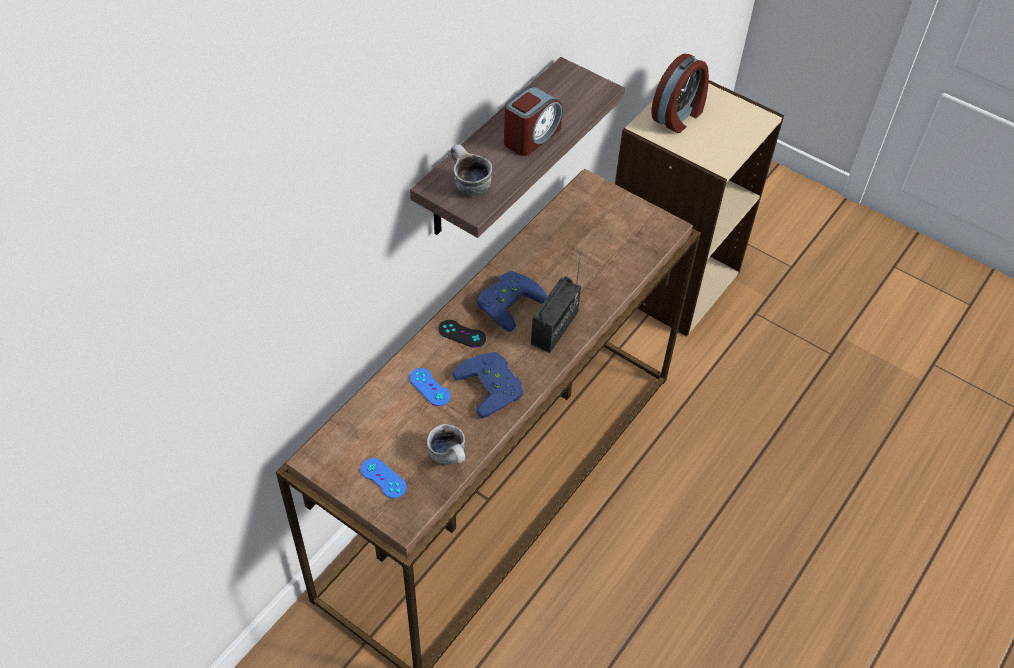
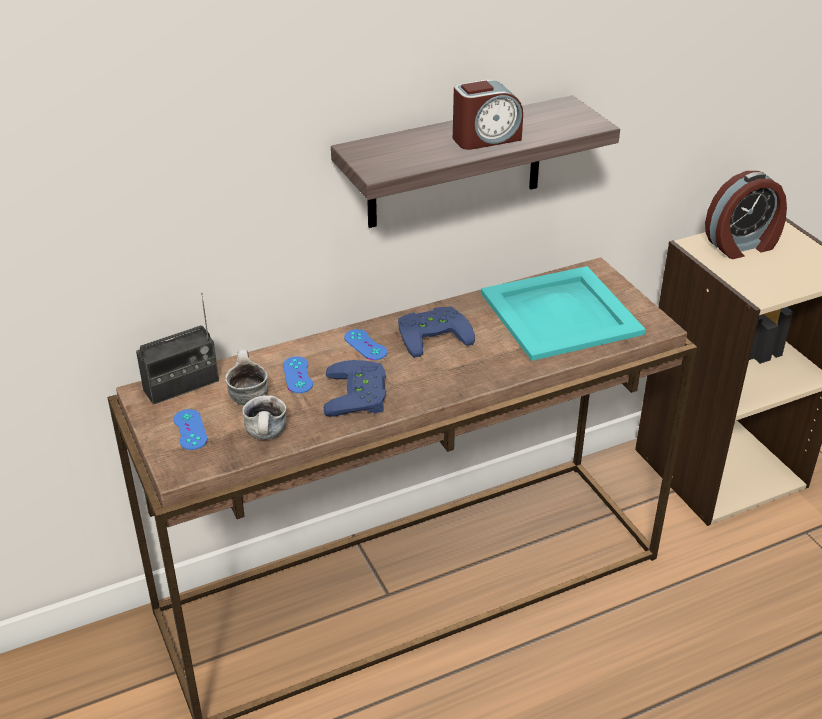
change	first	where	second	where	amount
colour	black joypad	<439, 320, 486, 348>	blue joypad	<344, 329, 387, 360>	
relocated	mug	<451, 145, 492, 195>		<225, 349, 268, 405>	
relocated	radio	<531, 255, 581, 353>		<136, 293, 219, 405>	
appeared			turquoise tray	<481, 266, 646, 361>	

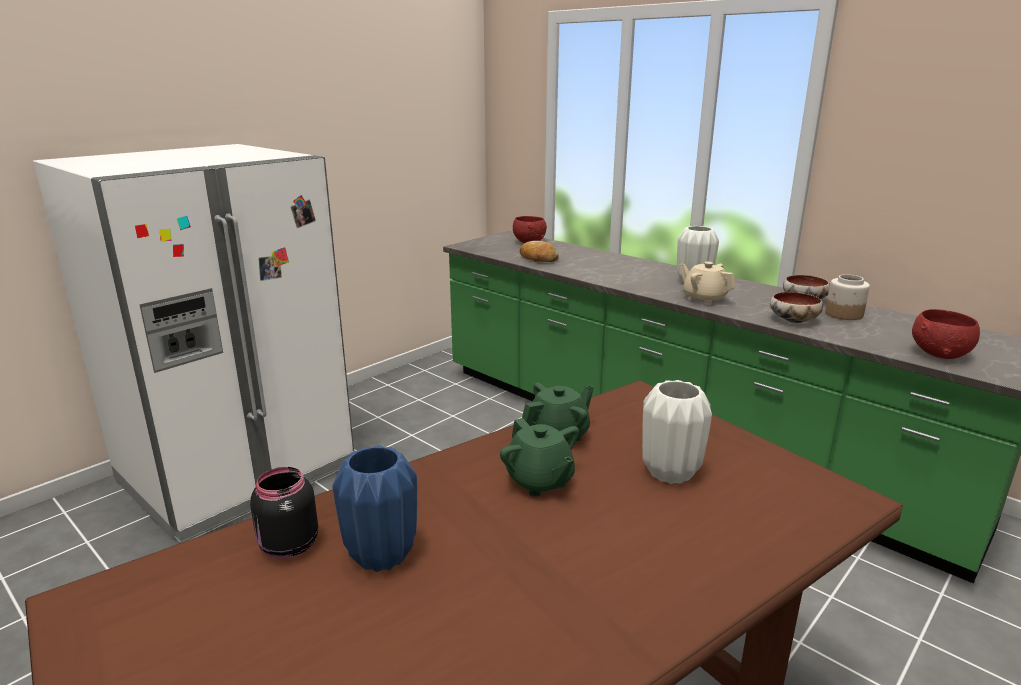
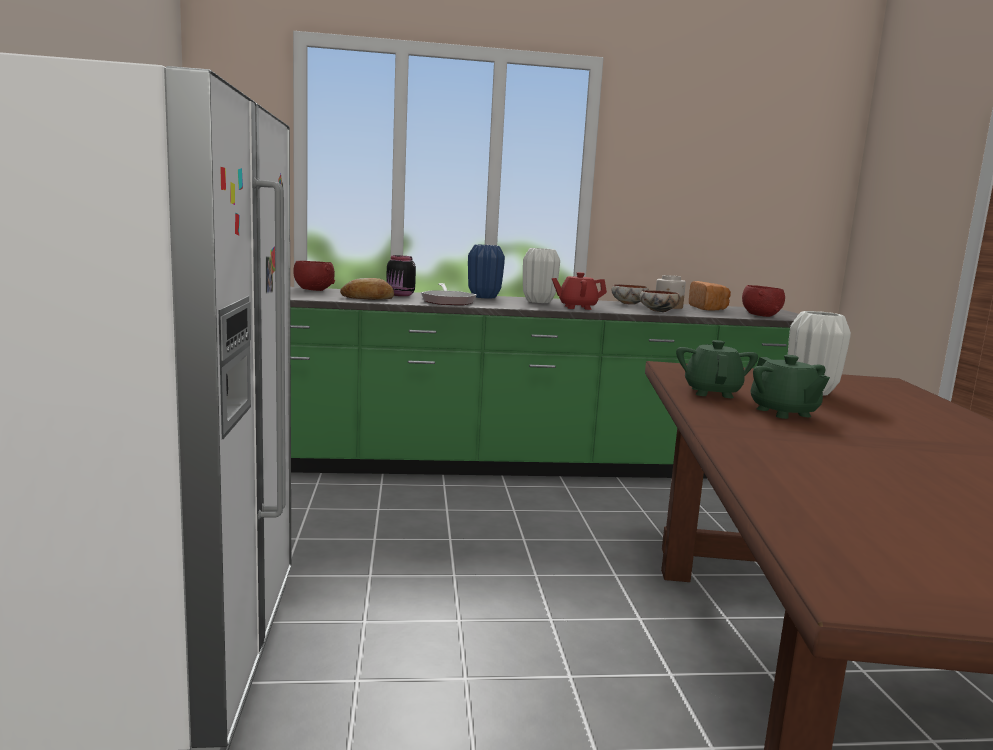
change	first	where	second	where	amount
relocated	black preserve jar	<250, 467, 318, 559>		<386, 255, 416, 296>	
relocated	blue vase	<333, 445, 417, 572>		<468, 244, 505, 299>	
spun	green-coloured teapot	<500, 418, 579, 497>		<751, 355, 830, 419>	60 degrees clockwise
colour	beige-coloured teapot	<679, 261, 736, 305>	reddish teapot	<552, 272, 607, 310>	
appeared			frying pan	<421, 283, 477, 305>	
appeared			bakery bread	<689, 281, 731, 311>	

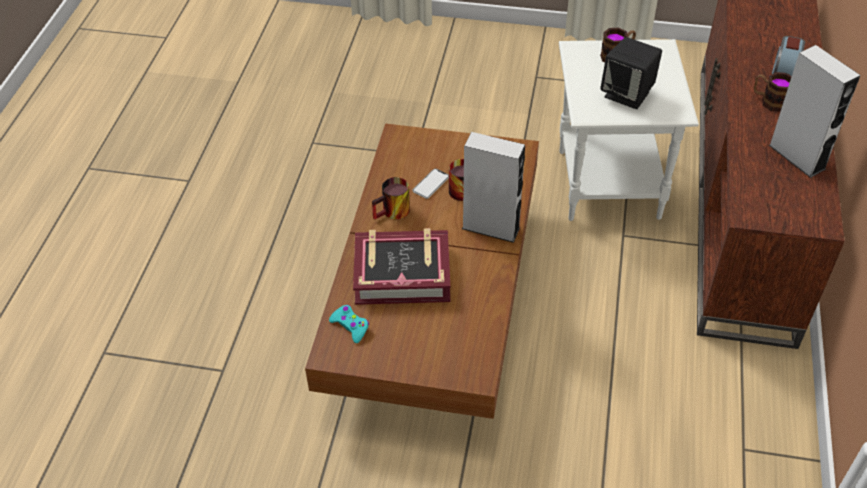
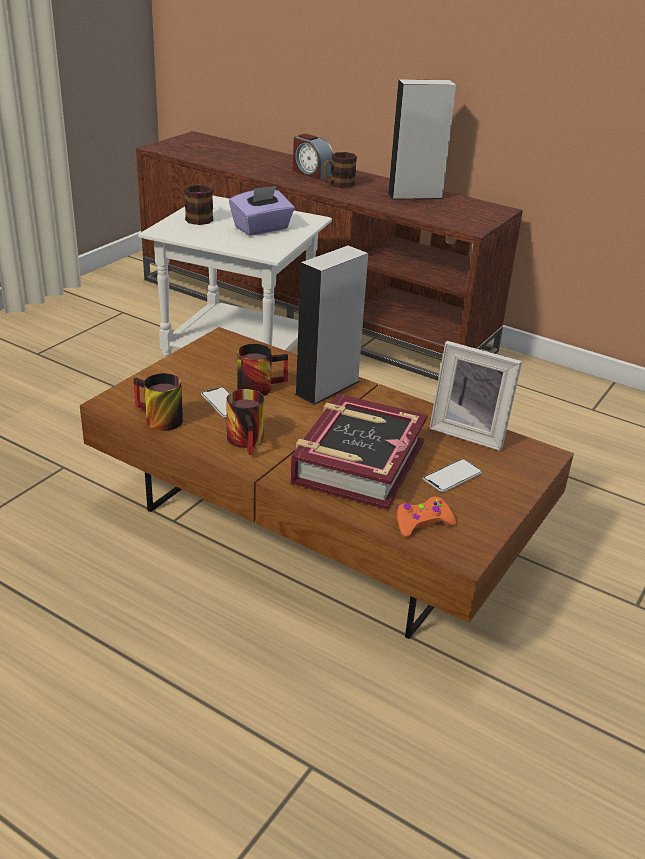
change	first	where	second	where	amount
colour	turquoise joypad	<329, 305, 369, 343>	orange joypad	<397, 497, 456, 537>	
exchanged	black loudspeaker	<600, 37, 662, 109>	purplish tissue box	<229, 186, 295, 236>	
appeared			mug	<134, 373, 183, 431>	
appeared			telephone	<423, 459, 482, 492>	
appeared			picture frame	<429, 341, 522, 451>	

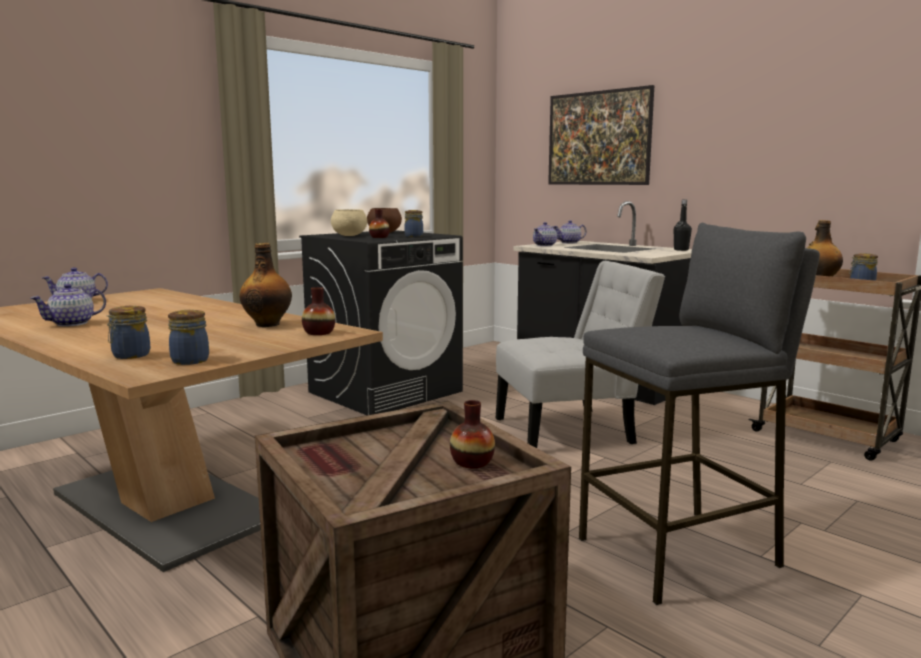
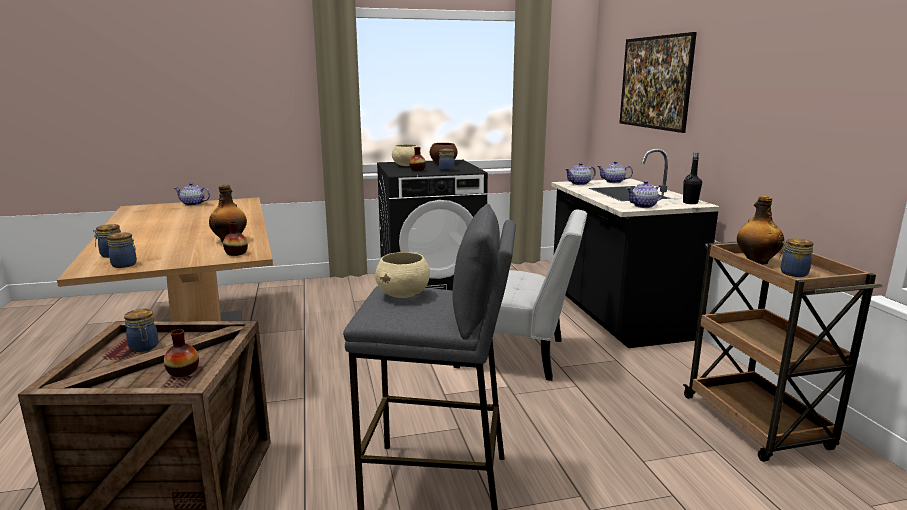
change	first	where	second	where	amount
relocated	teapot	<30, 284, 106, 327>		<626, 181, 664, 208>	
appeared			preserve jar	<124, 309, 158, 352>	
appeared			beige-coloured serving bowl	<375, 252, 430, 298>	

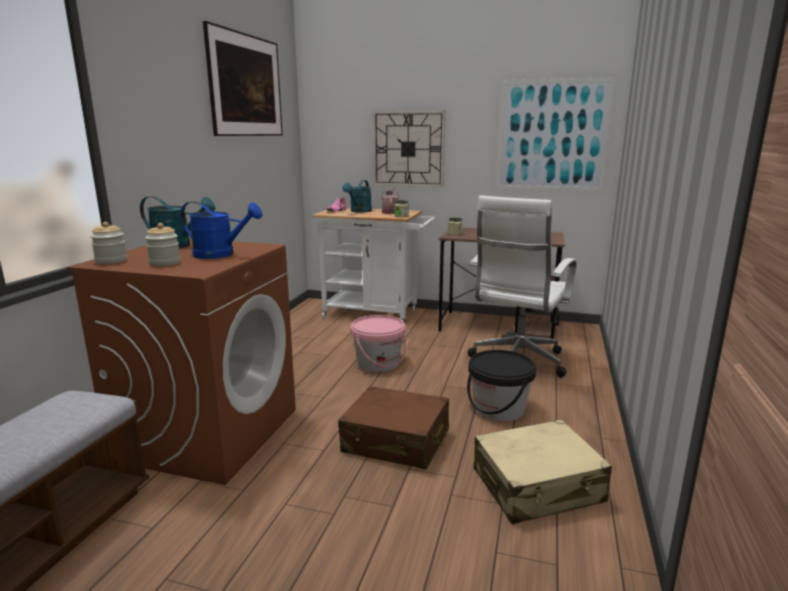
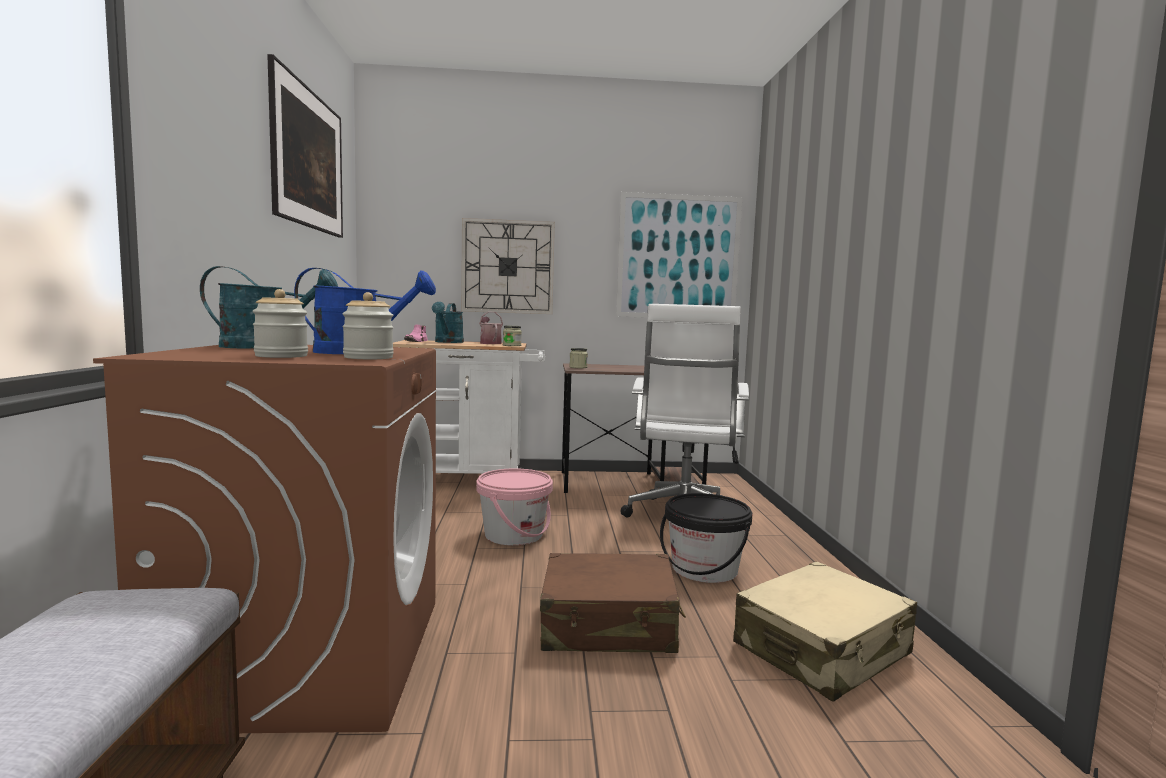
change	first	where	second	where	amount
relocated	preserve jar	<90, 222, 127, 264>		<342, 292, 394, 359>	

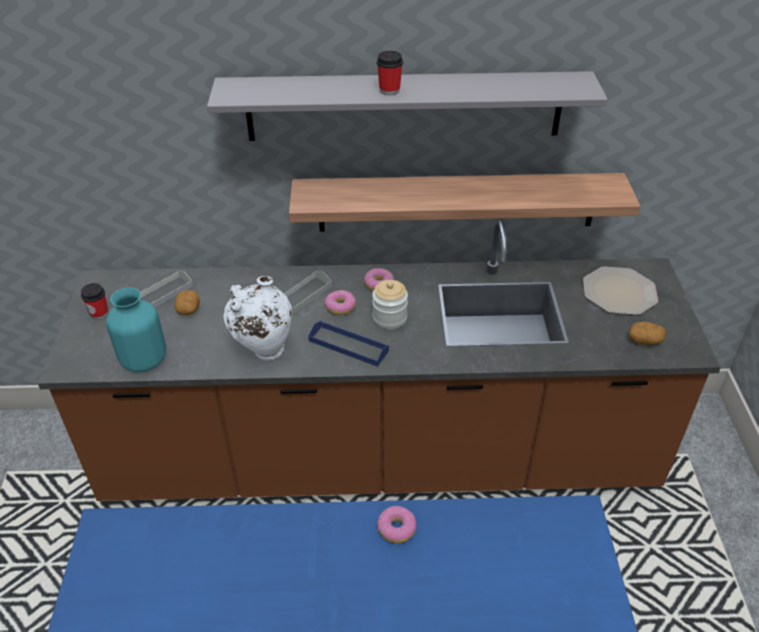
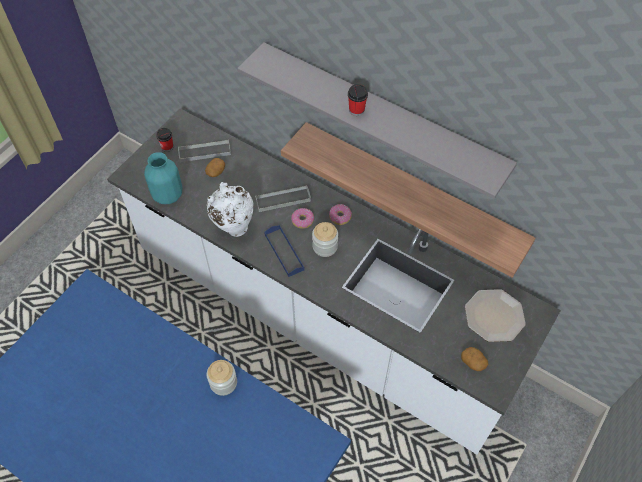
change	first	where	second	where	amount
colour	brownish counter	<38, 220, 721, 501>	whitish counter	<107, 109, 561, 454>	
exchanged	donut	<377, 506, 417, 544>	preserve jar	<207, 360, 237, 396>	

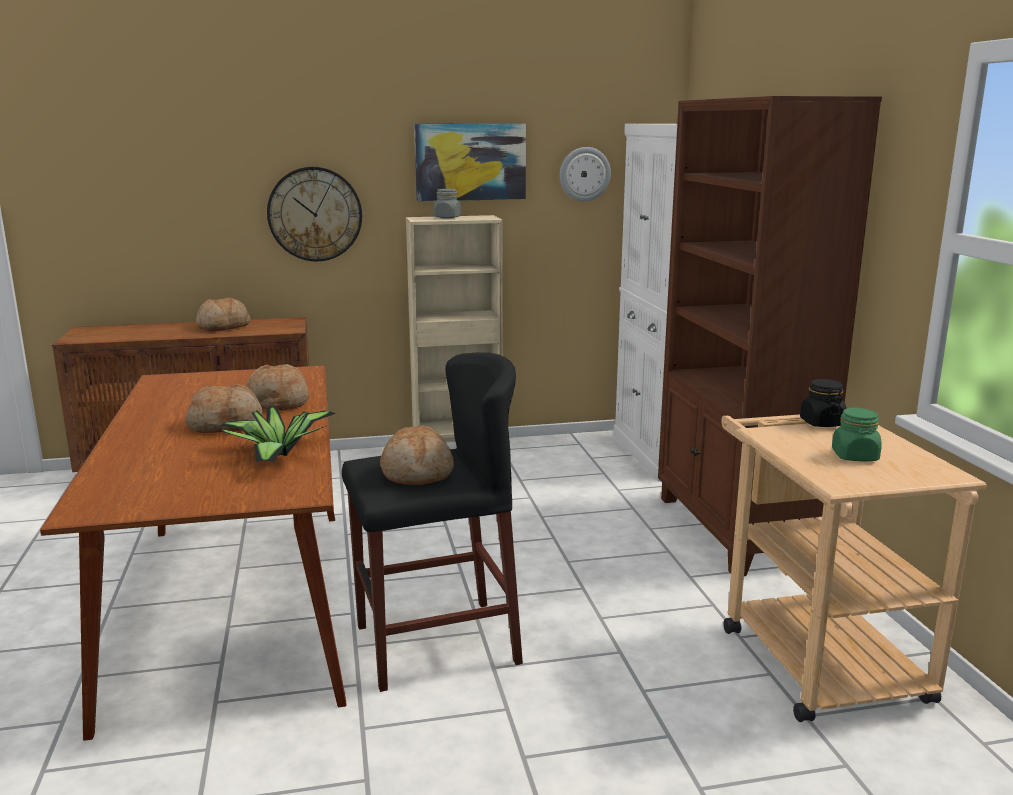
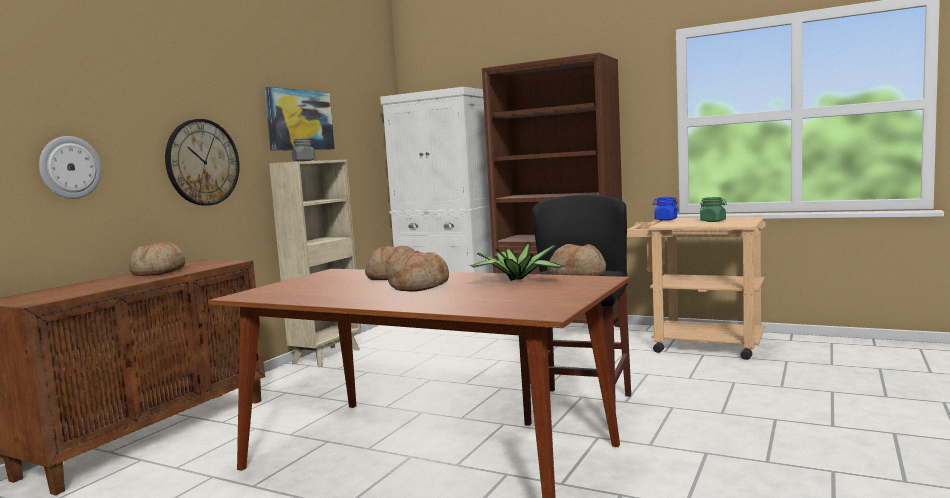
change	first	where	second	where	amount
relocated	hanging clock	<560, 147, 611, 201>		<39, 136, 102, 199>	
colour	black preserve jar	<800, 379, 847, 427>	blue preserve jar	<652, 197, 679, 221>	

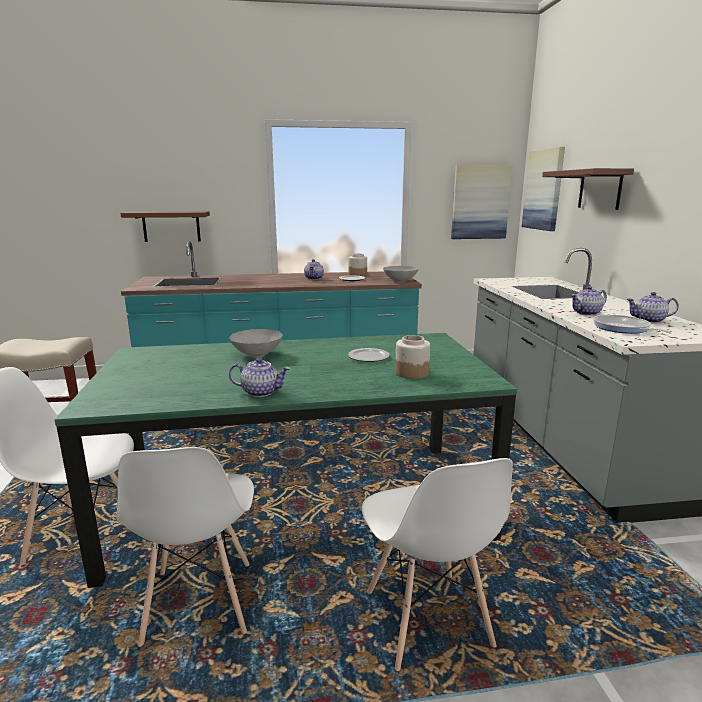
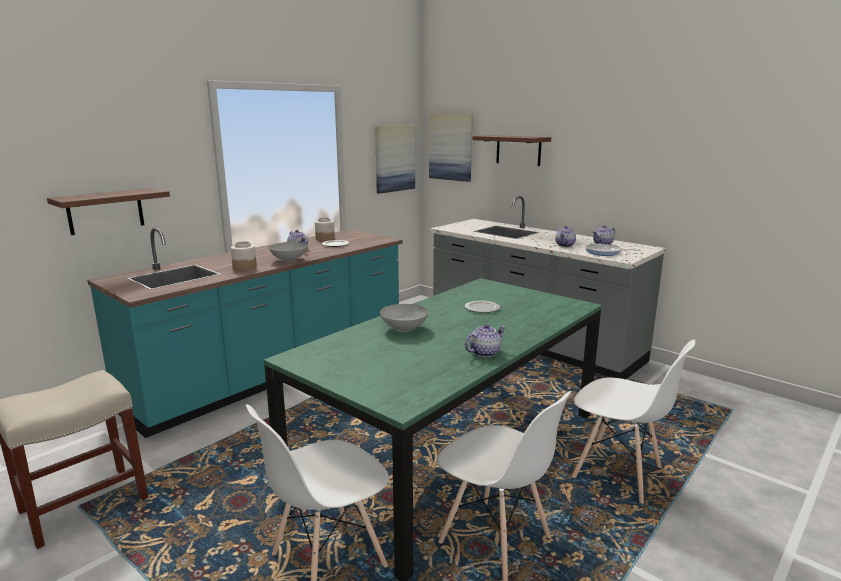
change	first	where	second	where	amount
relocated	gray serving bowl	<383, 266, 418, 282>		<269, 242, 308, 262>	
relocated	preserve jar	<395, 335, 430, 379>		<231, 242, 257, 271>	

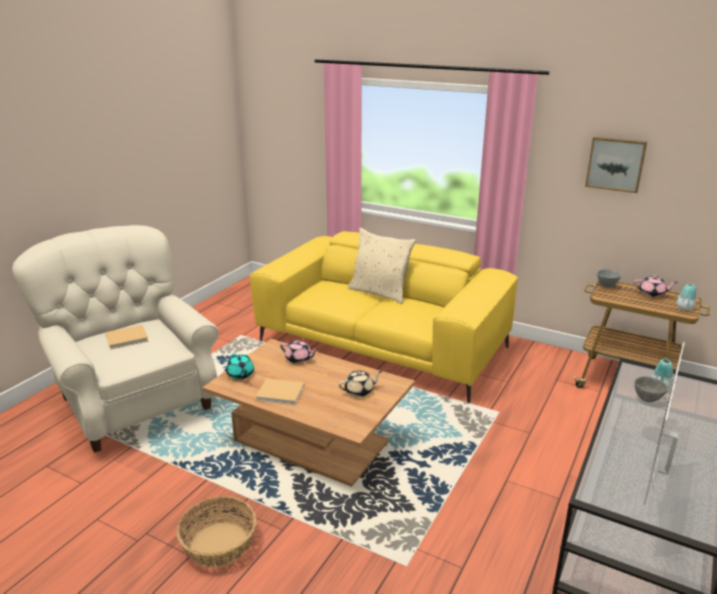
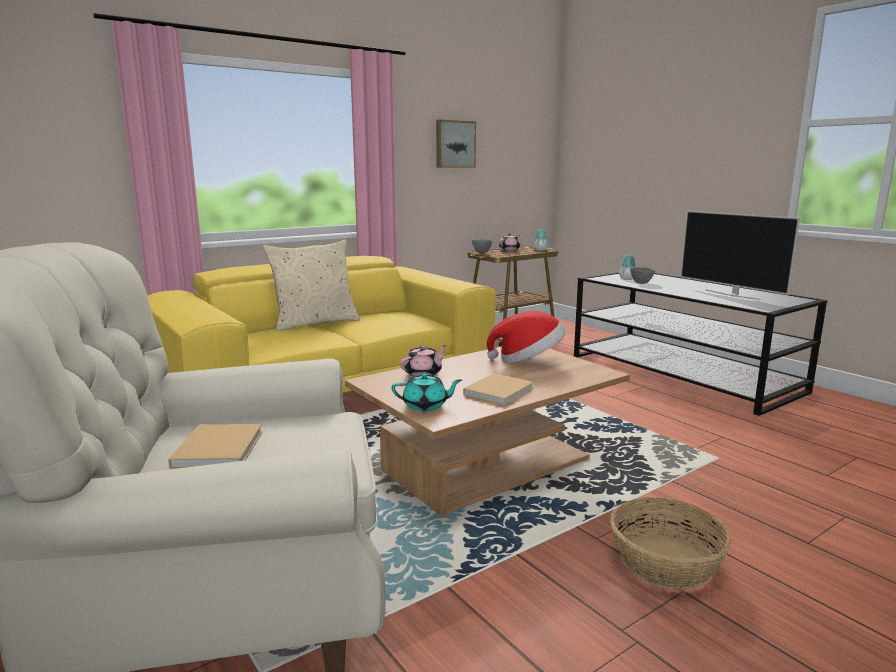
change	first	where	second	where	amount
exchanged	beige-coloured teapot	<338, 371, 382, 397>	hat	<487, 311, 566, 363>	

